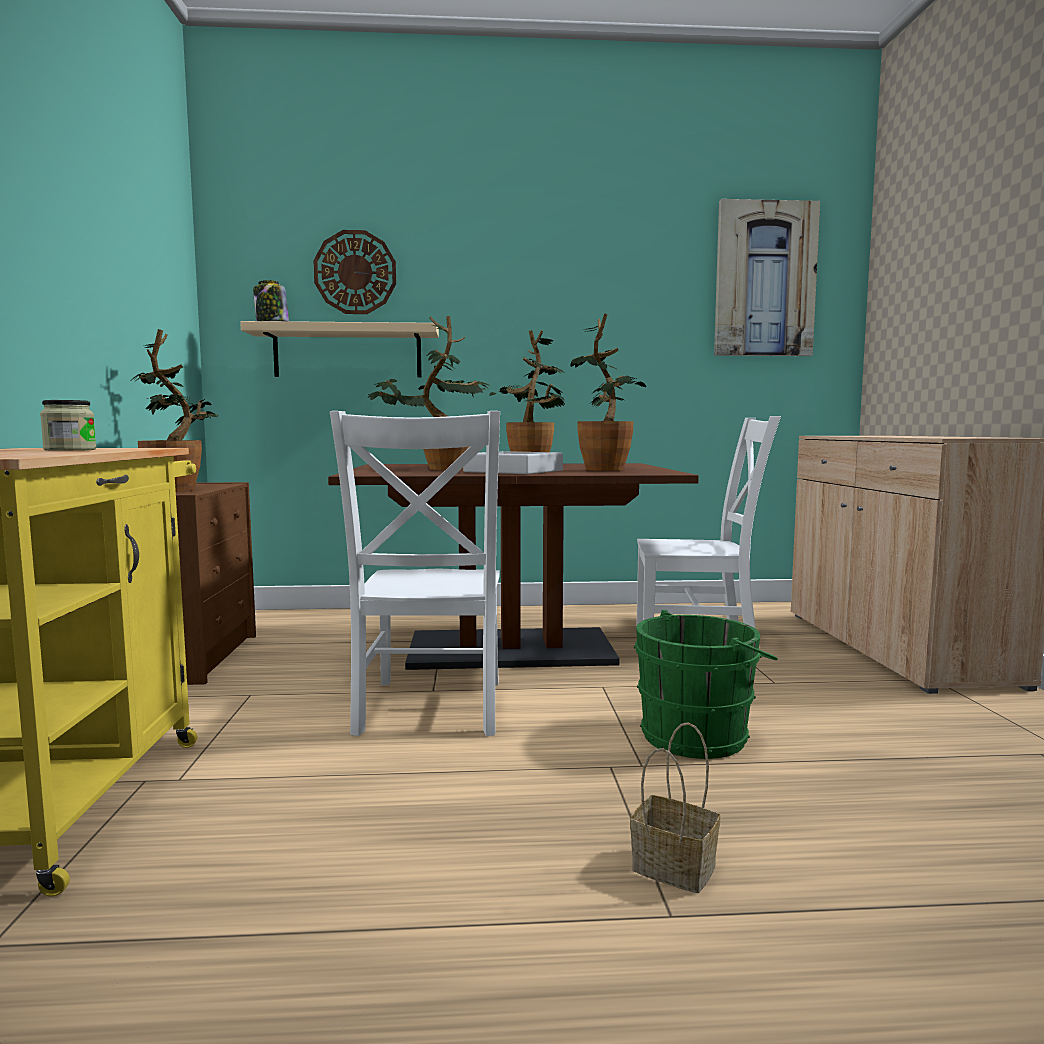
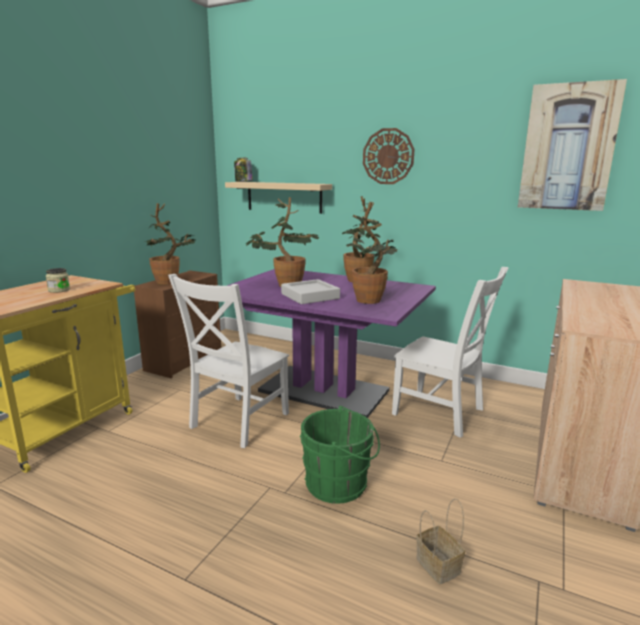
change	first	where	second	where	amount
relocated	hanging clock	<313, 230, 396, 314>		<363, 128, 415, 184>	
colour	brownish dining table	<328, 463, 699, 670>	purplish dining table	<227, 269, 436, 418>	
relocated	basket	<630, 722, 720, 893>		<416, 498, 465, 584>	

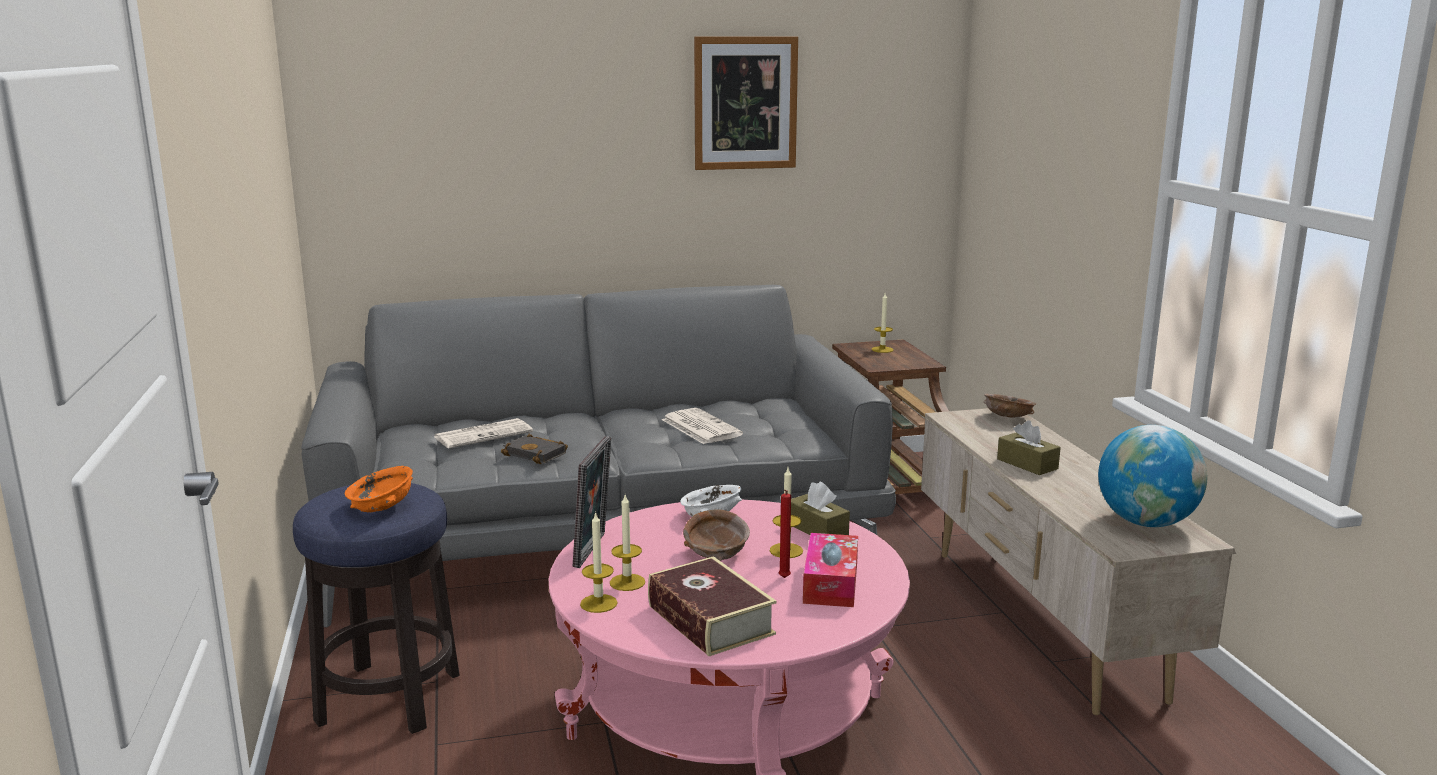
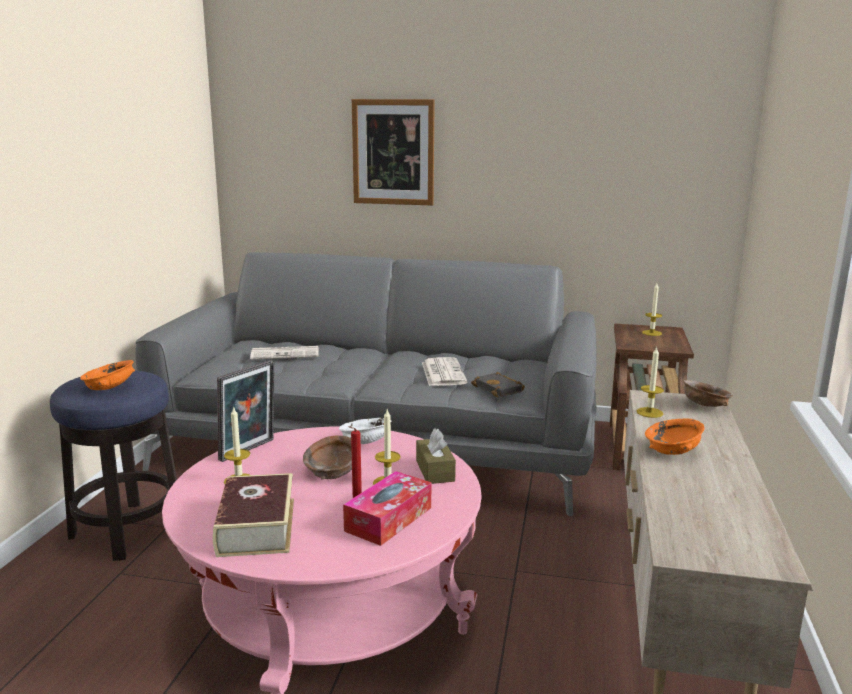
change	first	where	second	where	amount
relocated	black book	<501, 434, 568, 464>		<471, 372, 525, 397>	
relocated	candle	<580, 511, 618, 613>		<637, 347, 664, 418>	
relocated	wall picture	<694, 36, 798, 170>		<352, 99, 435, 206>	
exchanged	brownish tissue box	<997, 420, 1061, 475>	orange serving bowl	<645, 418, 705, 455>	
missing	world globe	<1098, 425, 1207, 527>			

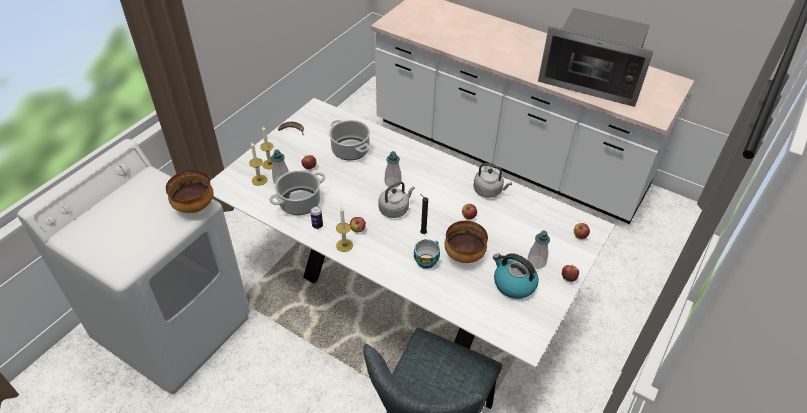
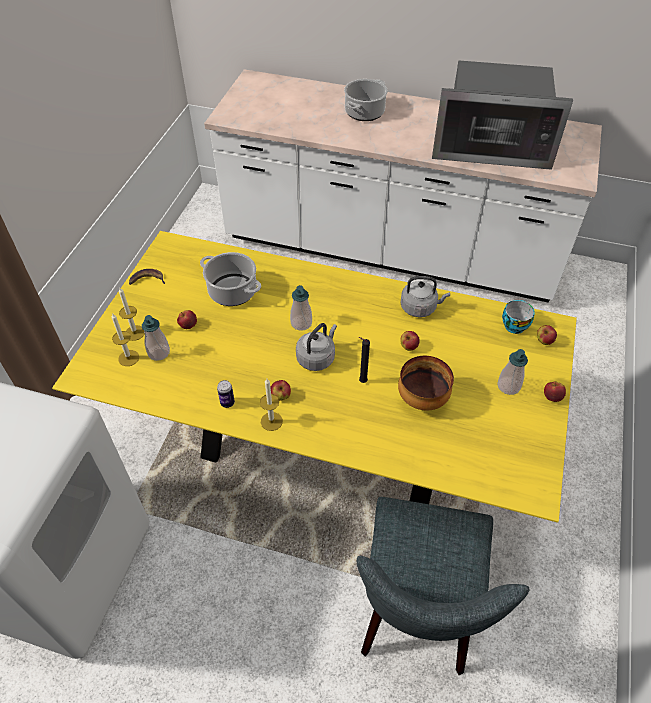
change	first	where	second	where	amount
missing	serving bowl	<166, 170, 213, 213>			
colour	whitish dining table	<210, 98, 615, 368>	yellow dining table	<52, 231, 577, 523>	
relocated	saucepot	<269, 170, 325, 215>		<344, 79, 388, 121>	
relocated	cup	<414, 239, 440, 269>		<502, 300, 535, 334>	
missing	water kettle	<493, 253, 539, 299>			

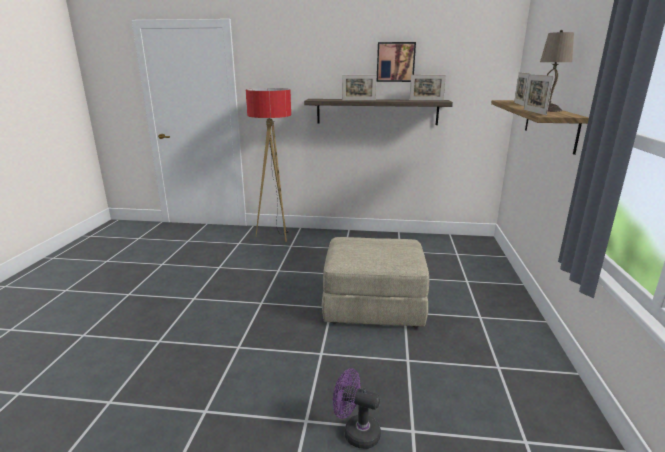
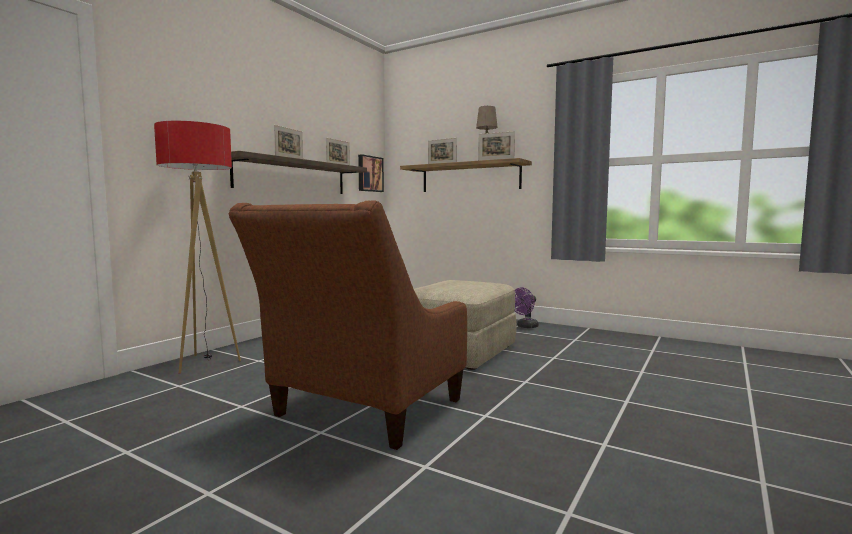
change	first	where	second	where	amount
relocated	purplish electric fan	<333, 368, 381, 449>		<515, 287, 539, 328>	
relocated	wall picture	<377, 42, 416, 82>		<358, 154, 384, 192>	
appeared			brownish armchair	<228, 201, 467, 450>	

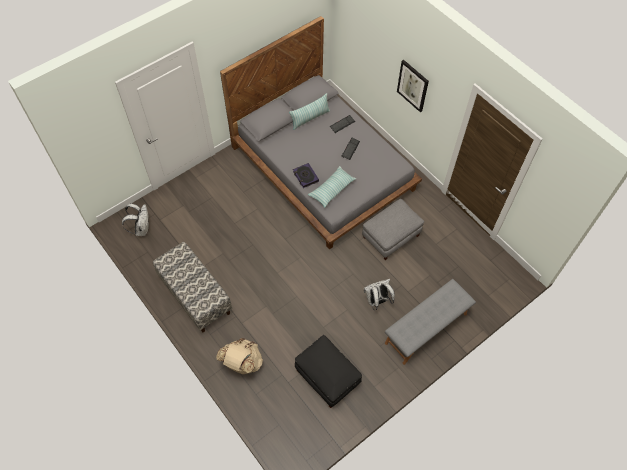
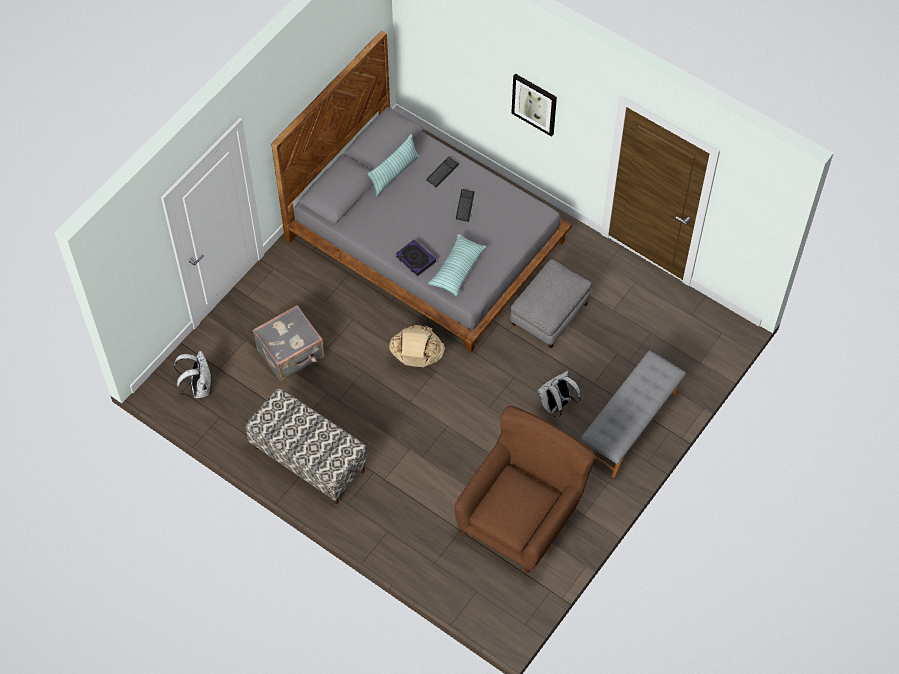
change	first	where	second	where	amount
relocated	beige-coloured rucksack	<216, 338, 263, 374>		<389, 324, 445, 367>	
exchanged	black ottoman	<295, 335, 362, 408>	brownish armchair	<454, 406, 595, 573>	
appeared			gray travel case	<253, 305, 324, 381>	

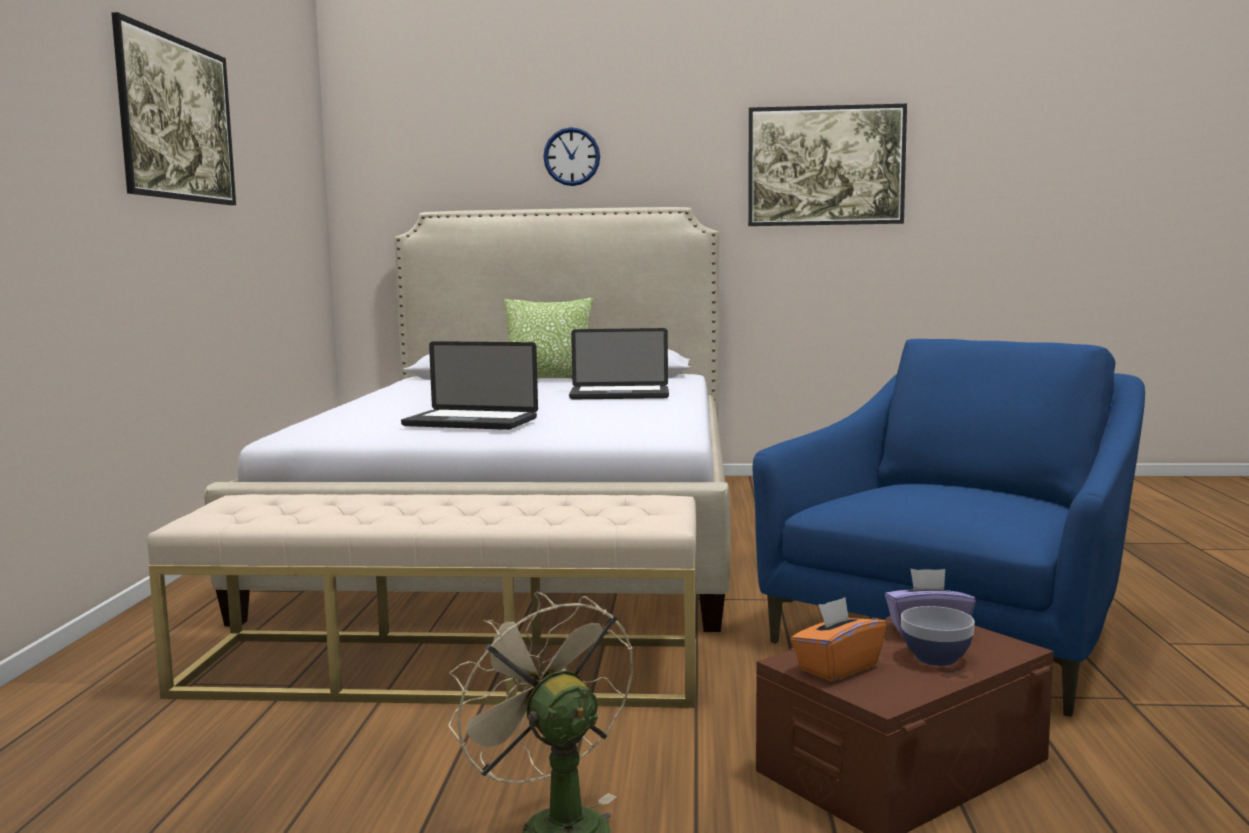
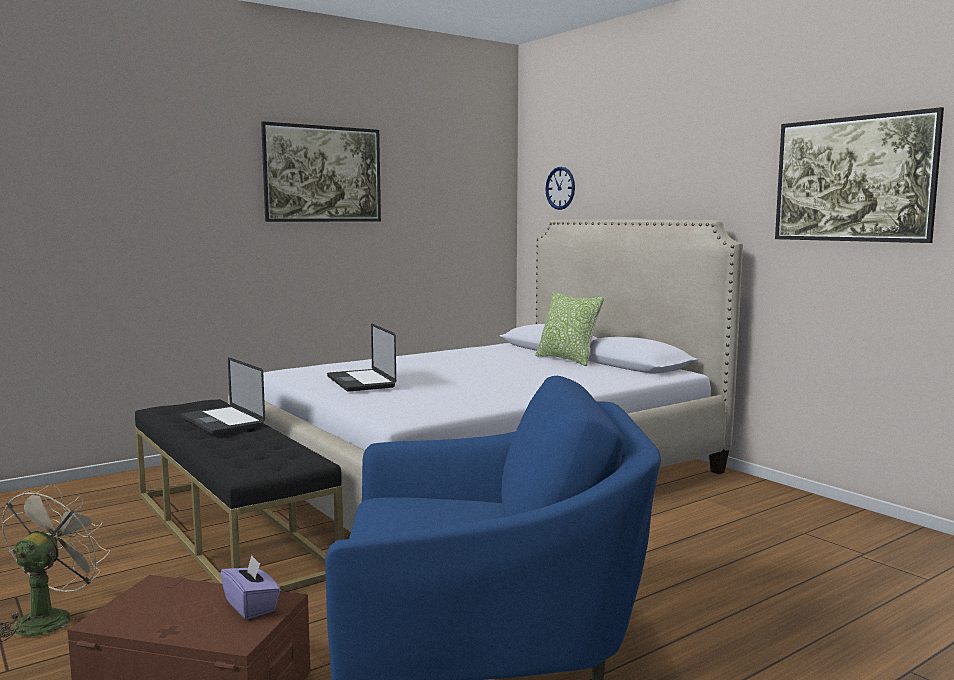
change	first	where	second	where	amount
colour	beige-coloured bench	<147, 494, 696, 708>	black bench	<135, 399, 344, 591>	
relocated	hanging clock	<543, 127, 600, 186>		<545, 167, 575, 210>	
relocated	notebook computer	<569, 328, 669, 399>		<181, 357, 265, 435>	
missing	orange tissue box	<791, 597, 887, 681>			
missing	serving bowl	<901, 606, 975, 666>			

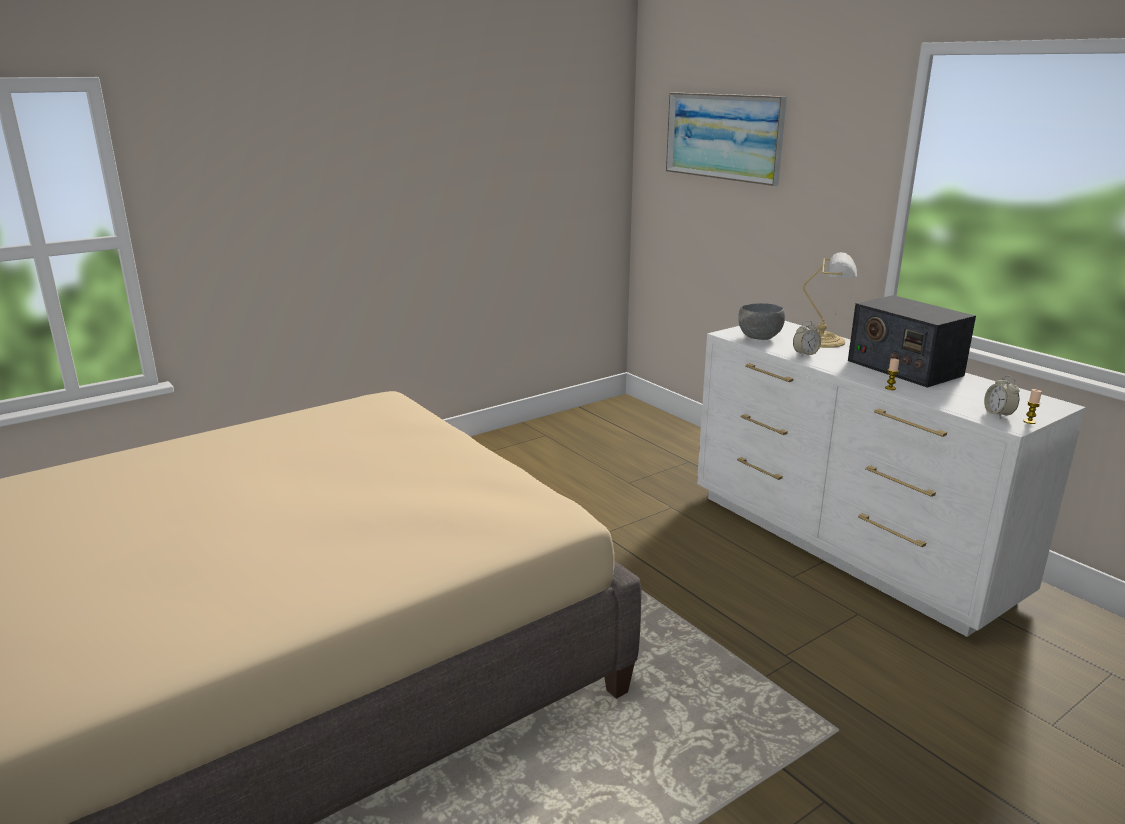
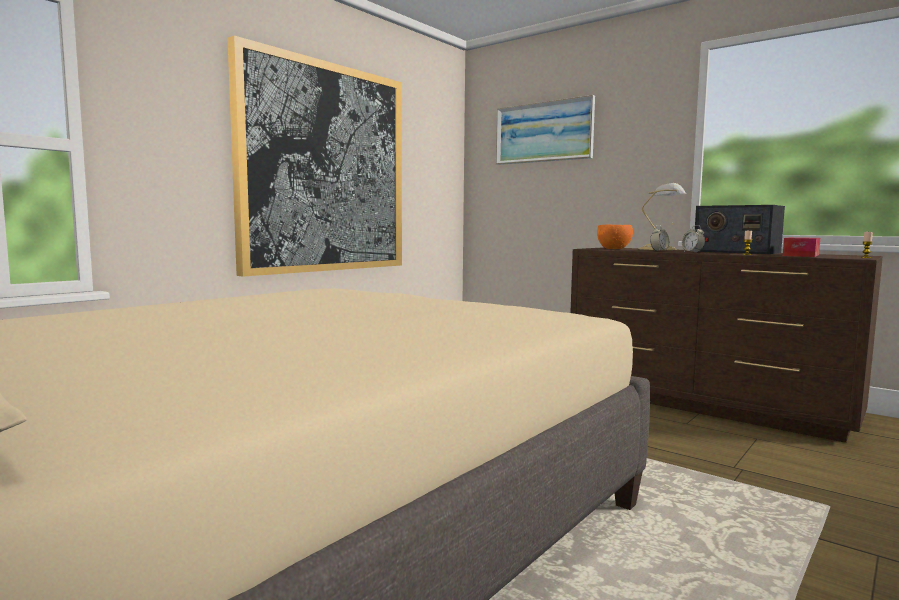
change	first	where	second	where	amount
colour	whitish drawer chest	<697, 321, 1086, 637>	brownish drawer chest	<570, 247, 883, 443>	
colour	gray serving bowl	<738, 303, 785, 340>	orange serving bowl	<597, 225, 633, 249>	
relocated	alarm clock	<984, 375, 1019, 418>		<682, 225, 705, 252>	
appeared			wall picture	<228, 36, 402, 277>	
appeared			tissue box	<783, 237, 820, 257>	

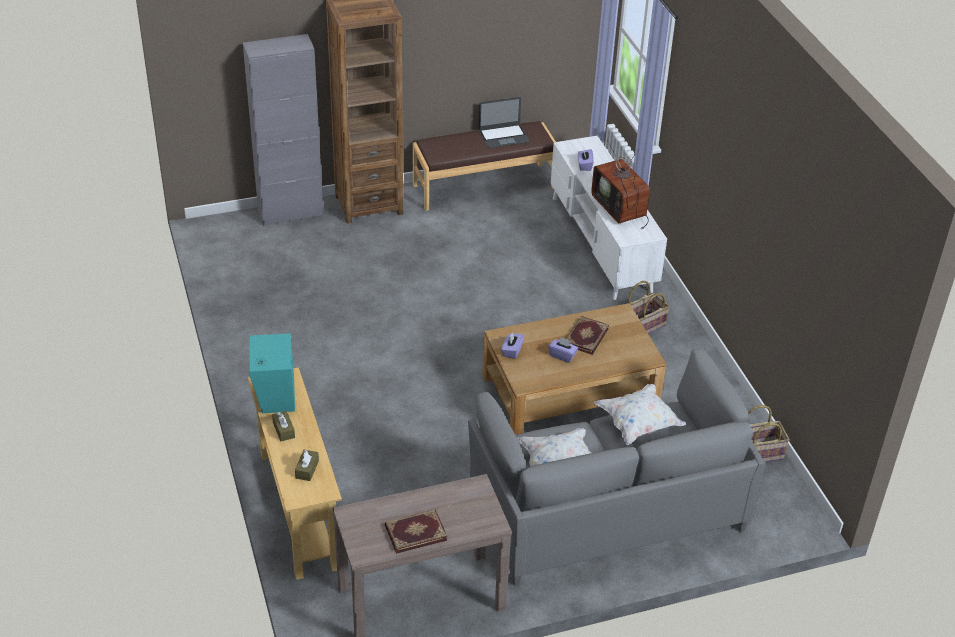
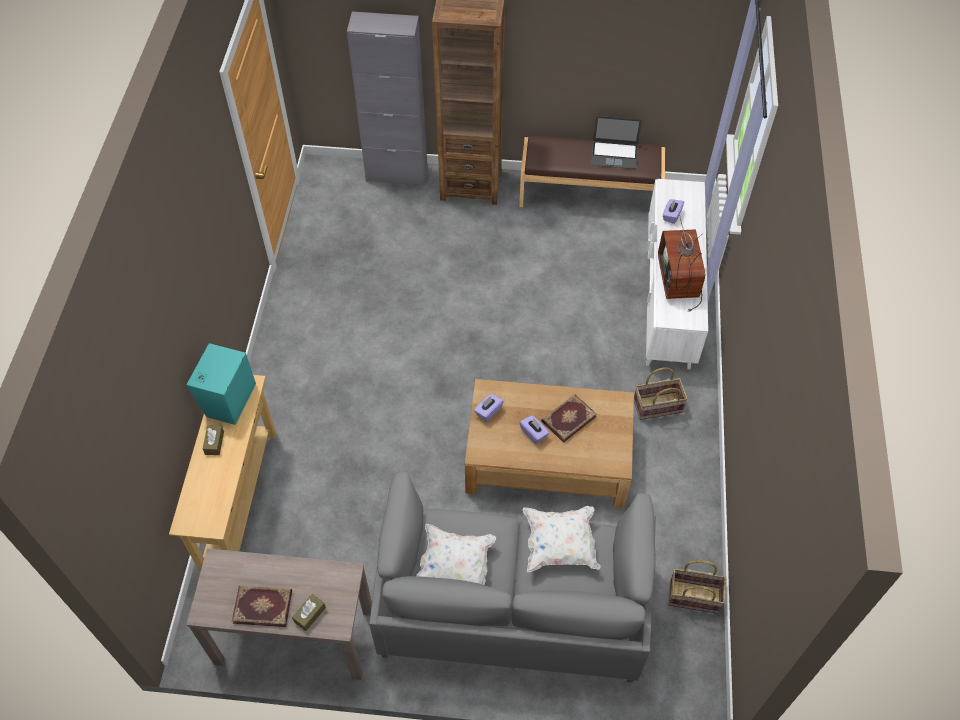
change	first	where	second	where	amount
relocated	brownish tissue box	<295, 450, 319, 481>		<292, 594, 326, 631>	

